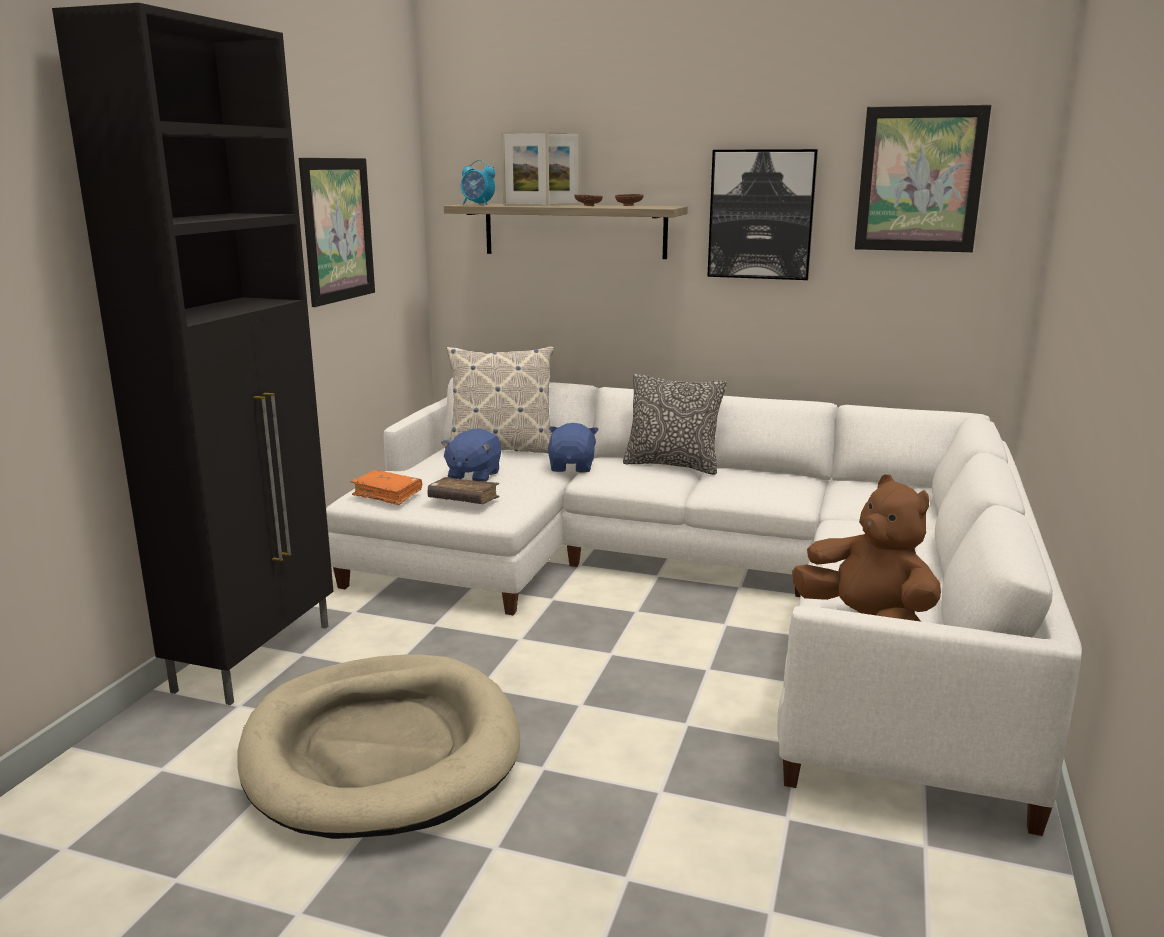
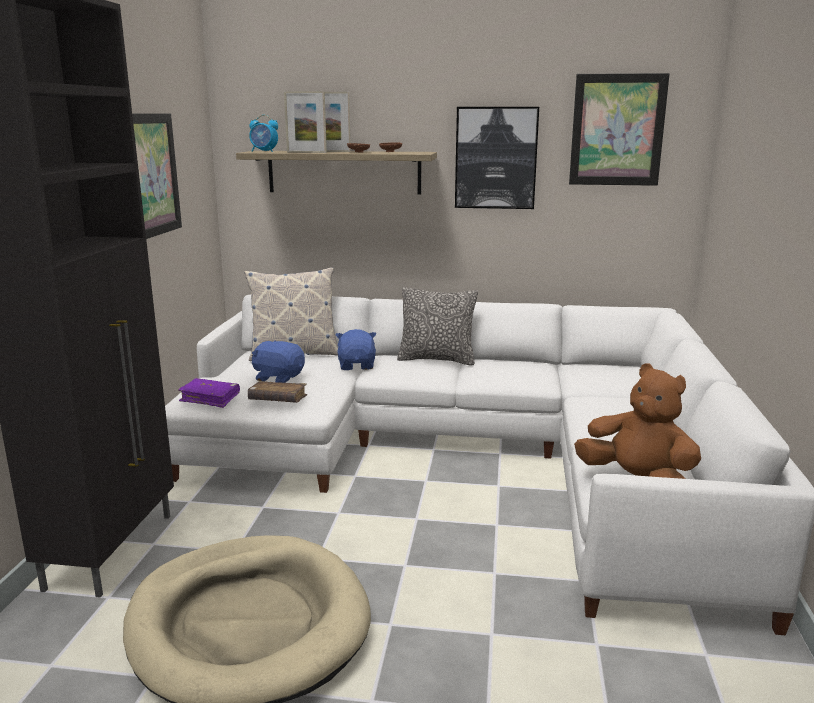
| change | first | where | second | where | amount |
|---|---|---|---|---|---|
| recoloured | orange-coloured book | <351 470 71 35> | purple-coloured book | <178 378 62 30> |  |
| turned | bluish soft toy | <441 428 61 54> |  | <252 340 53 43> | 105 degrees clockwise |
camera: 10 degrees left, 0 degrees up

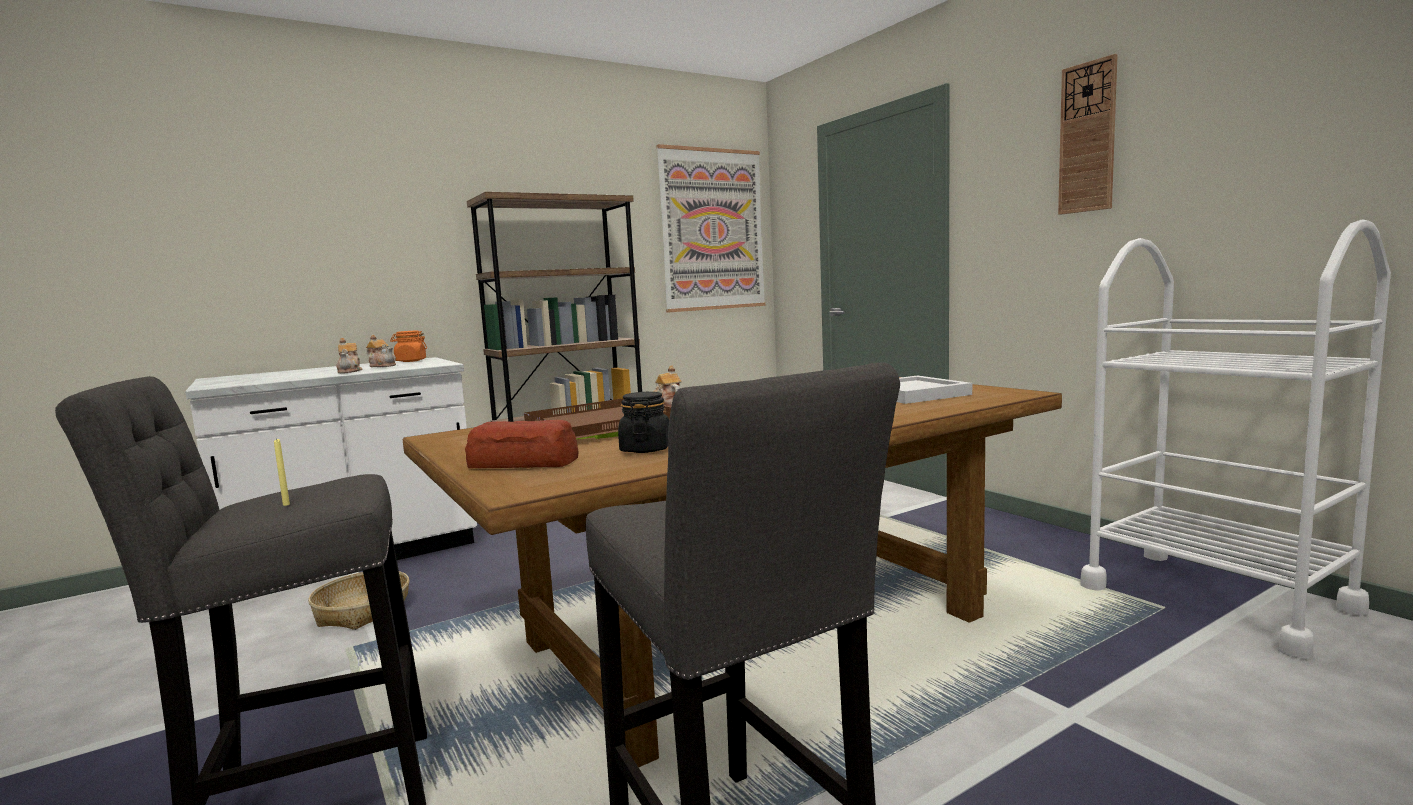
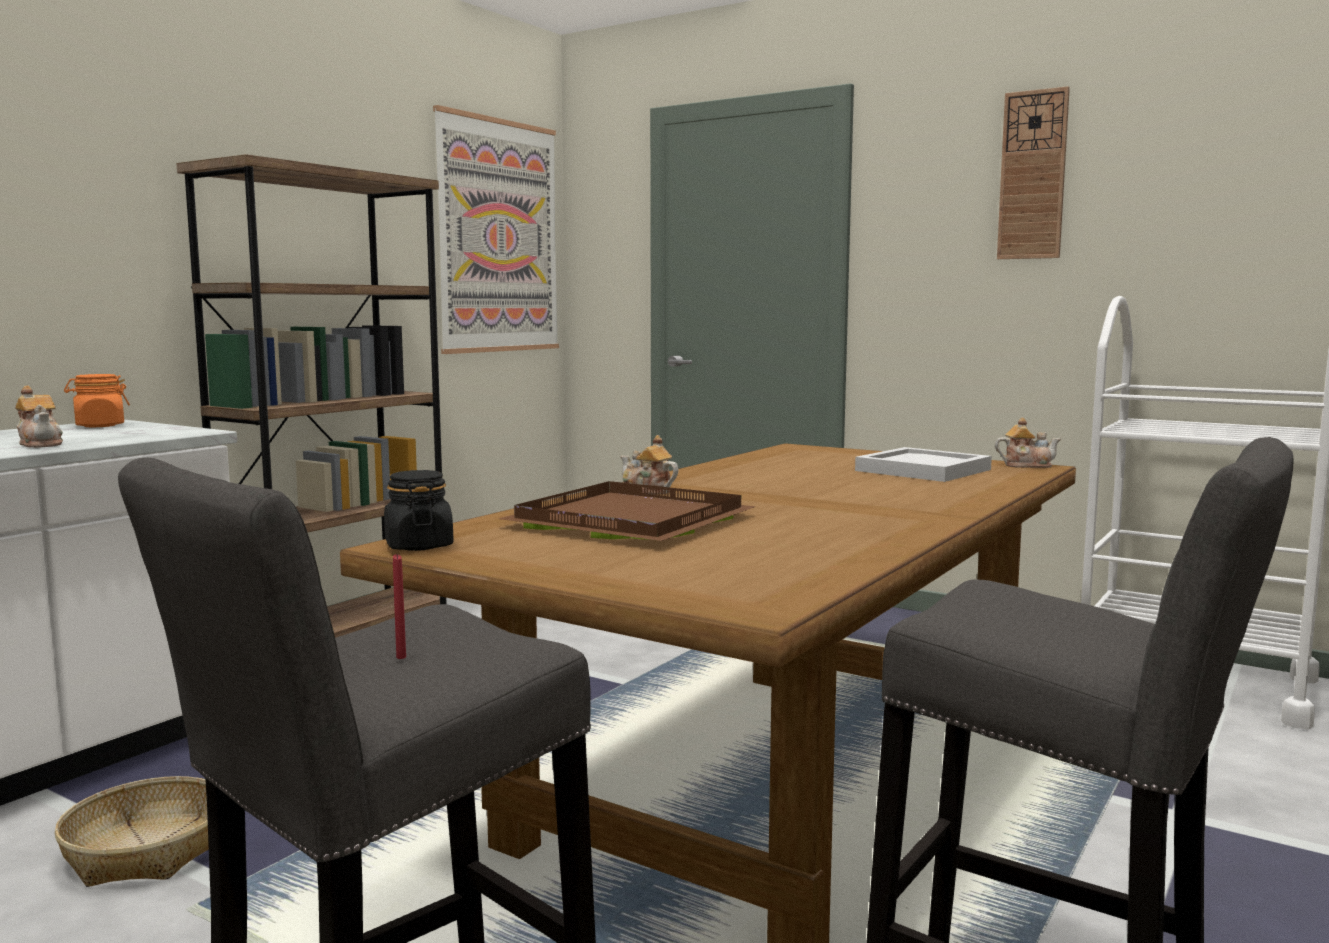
| change | first | where | second | where | amount |
|---|---|---|---|---|---|
| removed | bakery bread | <465 420 114 48> |  |  |  |
| moved | pot for tea | <366 335 30 32> |  | <995 418 66 50> |  |
| moved | blackish jar | <618 392 51 61> |  | <384 470 70 81> |  |
| recoloured | yellow wax candle | <274 438 16 68> | reddish wax candle | <393 554 13 105> |  |
camera: 25 degrees left, 0 degrees up

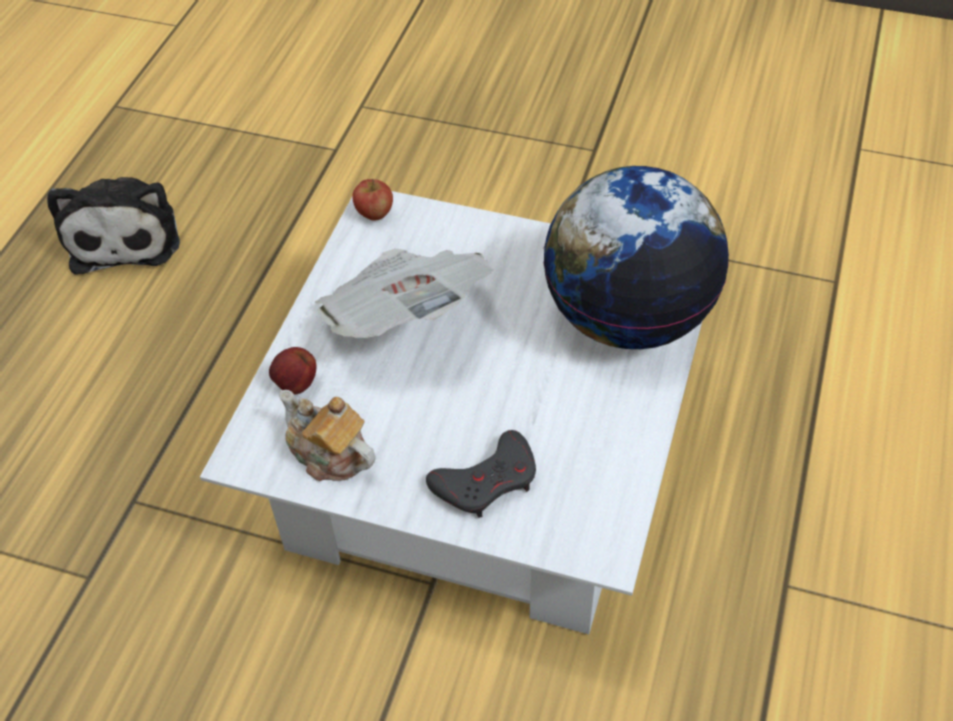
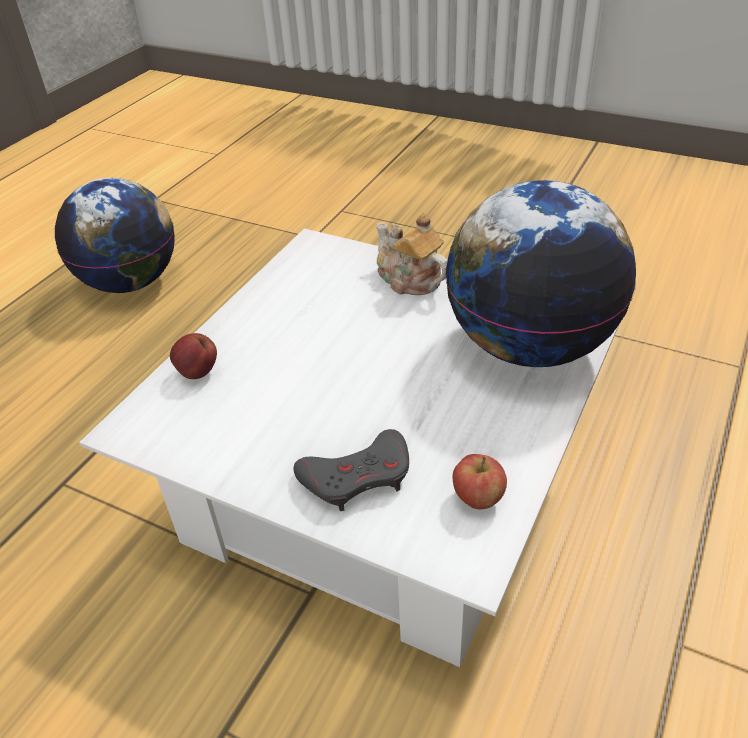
| change | first | where | second | where | amount |
|---|---|---|---|---|---|
| removed | daily paper | <315 248 179 90> |  |  |  |
| moved | pot for tea | <279 390 97 91> |  | <376 213 72 82> |  |
| moved | whole apple | <352 179 41 42> |  | <453 454 54 55> |  |
| replaced | soft toy | <47 177 133 97> | desk globe | <55 178 120 115> |  |
camera: 10 degrees right, 10 degrees down

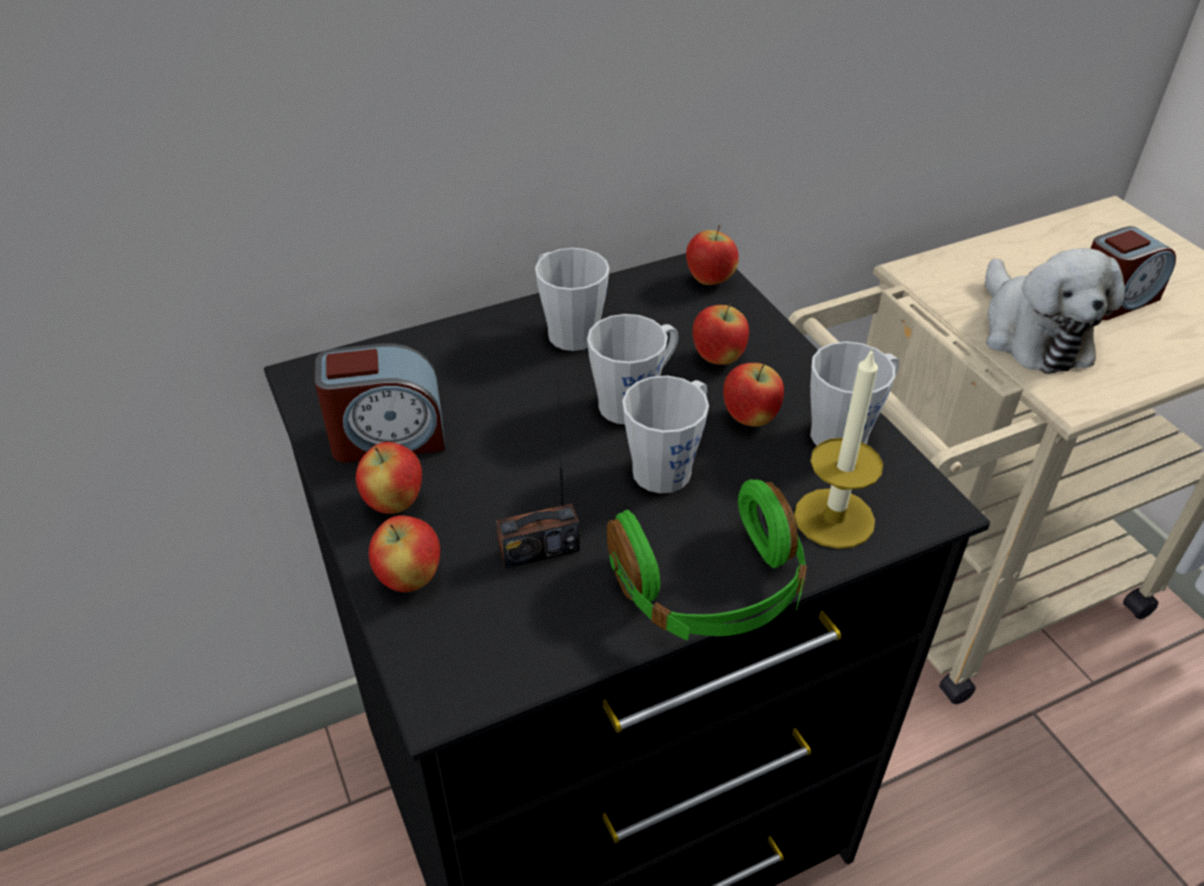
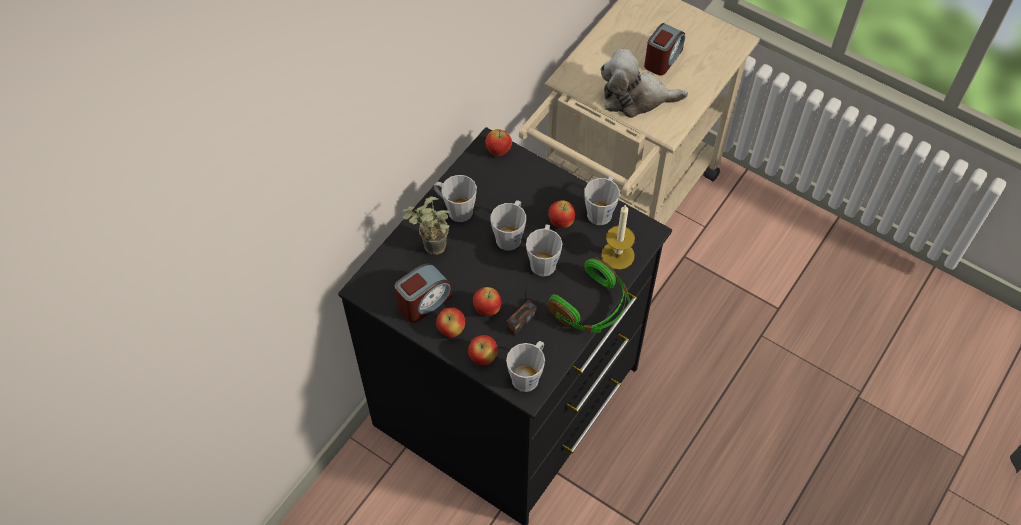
| change | first | where | second | where | amount |
|---|---|---|---|---|---|
| added |  |  | houseplant | <402 196 49 59> |  |
| added |  |  | greyish tea mug | <506 341 39 51> |  |
| moved | whole apple | <692 304 57 61> |  | <473 287 28 29> |  |
| turned | soft toy | <985 248 140 126> |  | <600 49 88 69> | 135 degrees clockwise |
camera: 30 degrees left, 15 degrees up

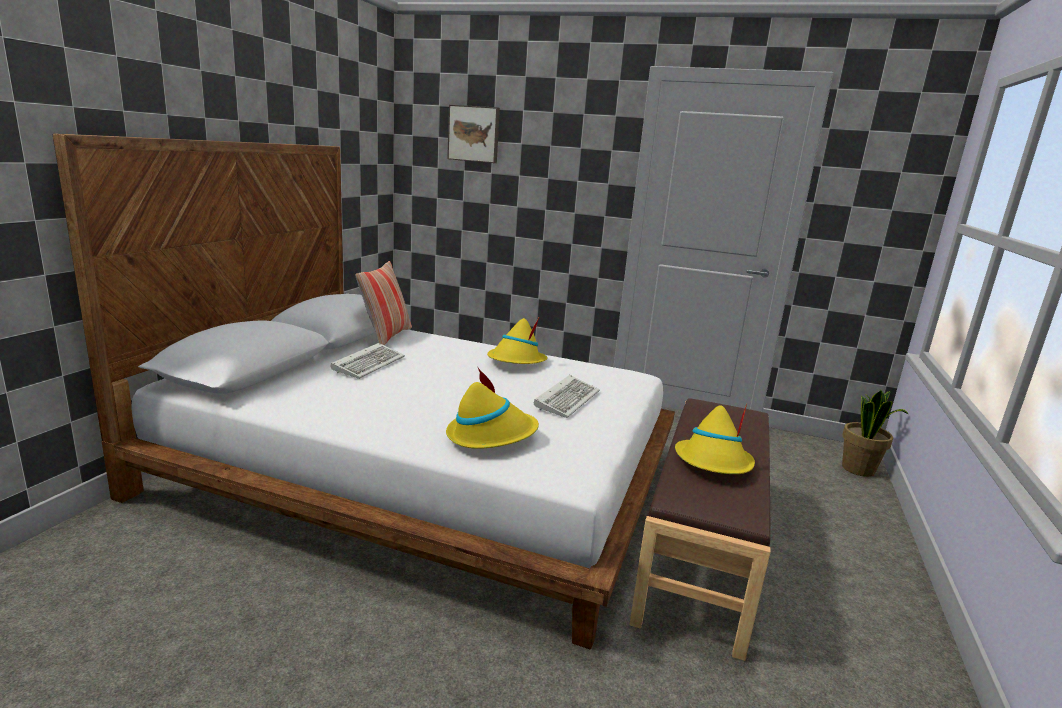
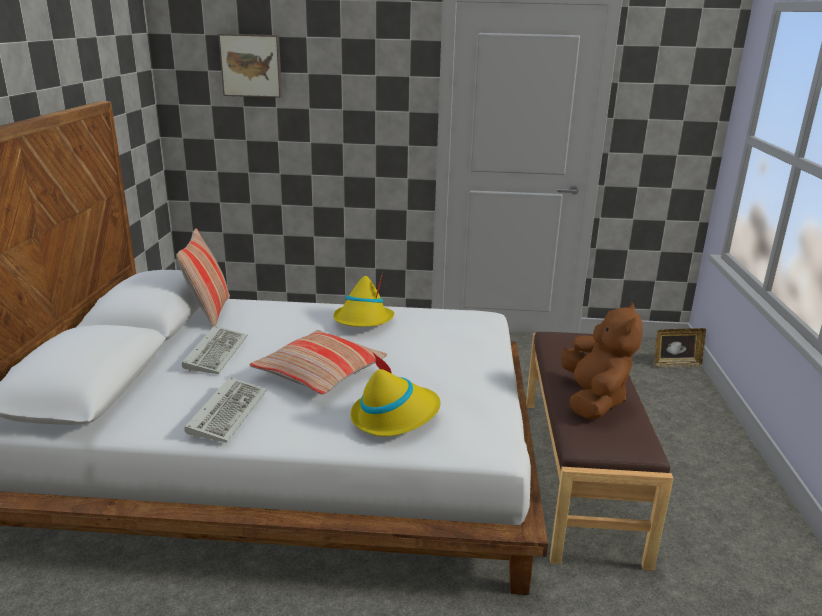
| change | first | where | second | where | amount |
|---|---|---|---|---|---|
| added |  |  | pillow | <250 330 138 65> |  |
| moved | keyboard | <534 375 66 43> |  | <184 377 83 66> |  |
| replaced | yellow clothing hat | <675 404 80 70> | brown-coloured soft toy | <561 303 82 117> |  |
| replaced | houseplant | <842 389 67 88> | standing frame | <655 328 51 39> |  |
camera: 15 degrees left, 5 degrees up

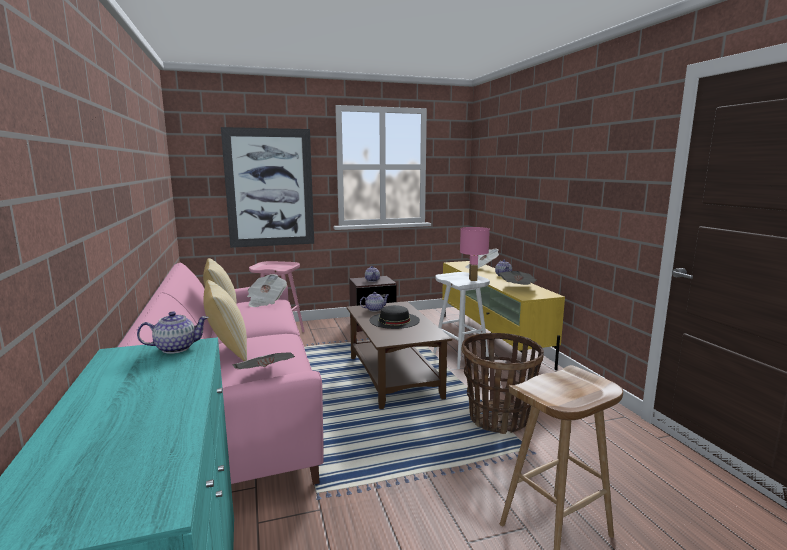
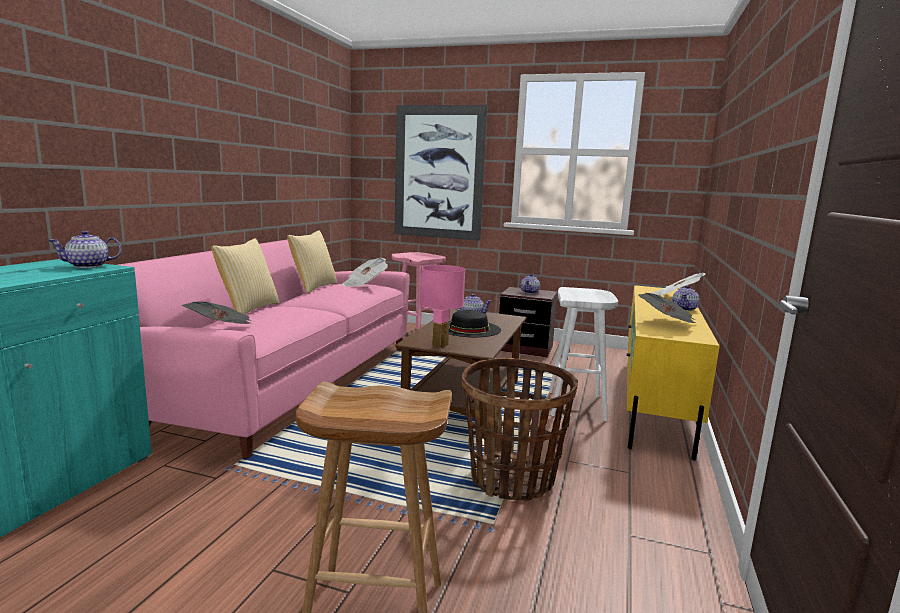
| change | first | where | second | where | amount |
|---|---|---|---|---|---|
| moved | pinkish lamp for a table | <460 227 30 54> |  | <420 265 45 83> |  |
| turned | pot for tea | <137 311 72 43> |  | <48 230 74 38> | 135 degrees clockwise |
camera: 35 degrees right, 0 degrees up

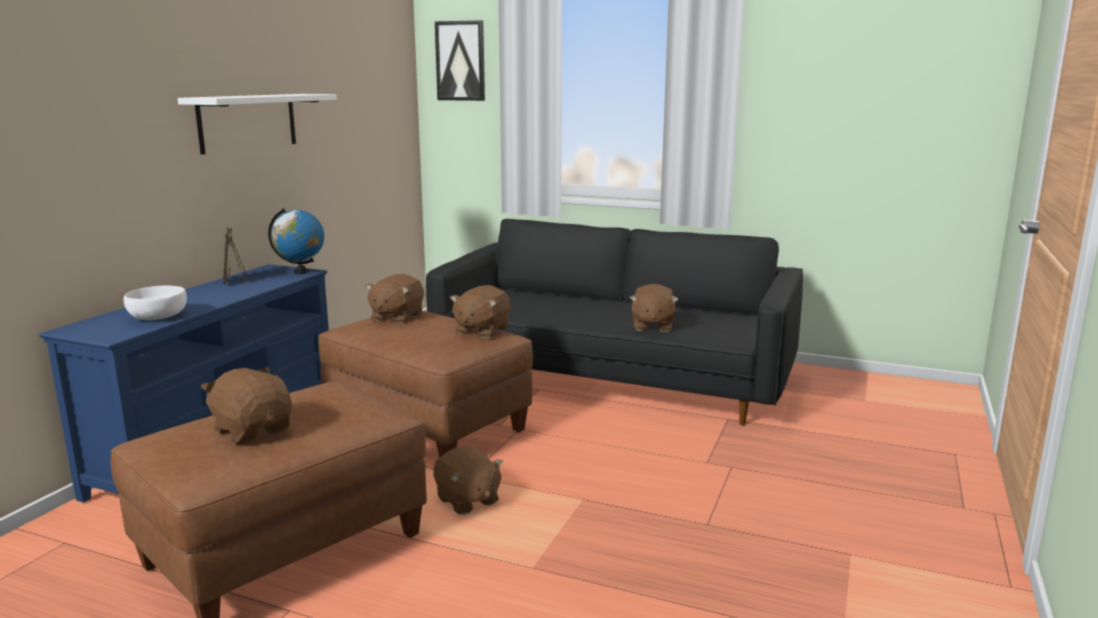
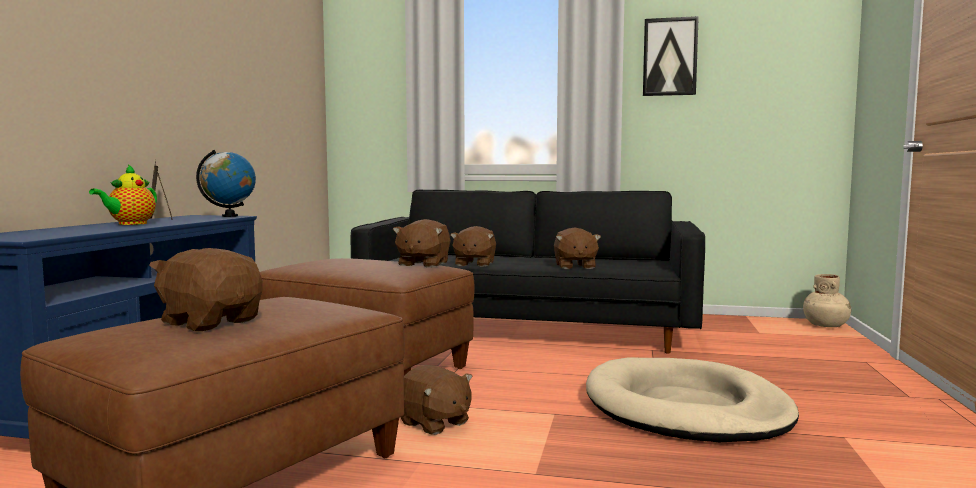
| change | first | where | second | where | amount |
|---|---|---|---|---|---|
| removed | whitish serving bowl | <124 286 63 34> |  |  |  |
| removed | whitish shelf | <178 94 159 61> |  |  |  |
| added |  |  | pot for tea | <89 164 68 61> |  |
| added |  |  | sand-coloured pet bed | <586 357 213 85> |  |
| added |  |  | sand-coloured flower vase | <803 274 48 53> |  |
| moved | brown-coloured soft toy | <365 274 59 50> |  | <450 226 46 41> |  |
| moved | wall picture | <435 20 50 81> |  | <643 16 56 80> |  |
camera: 10 degrees left, 10 degrees down

